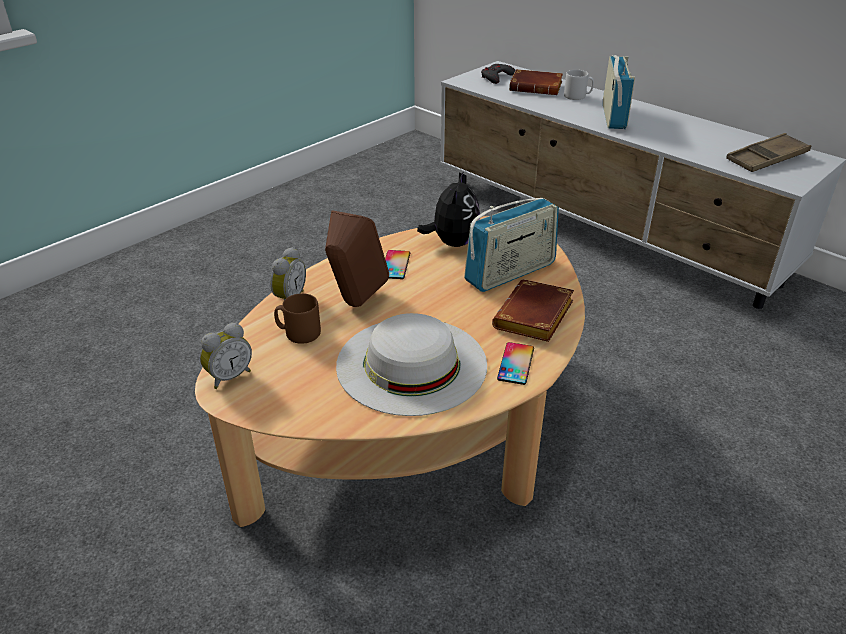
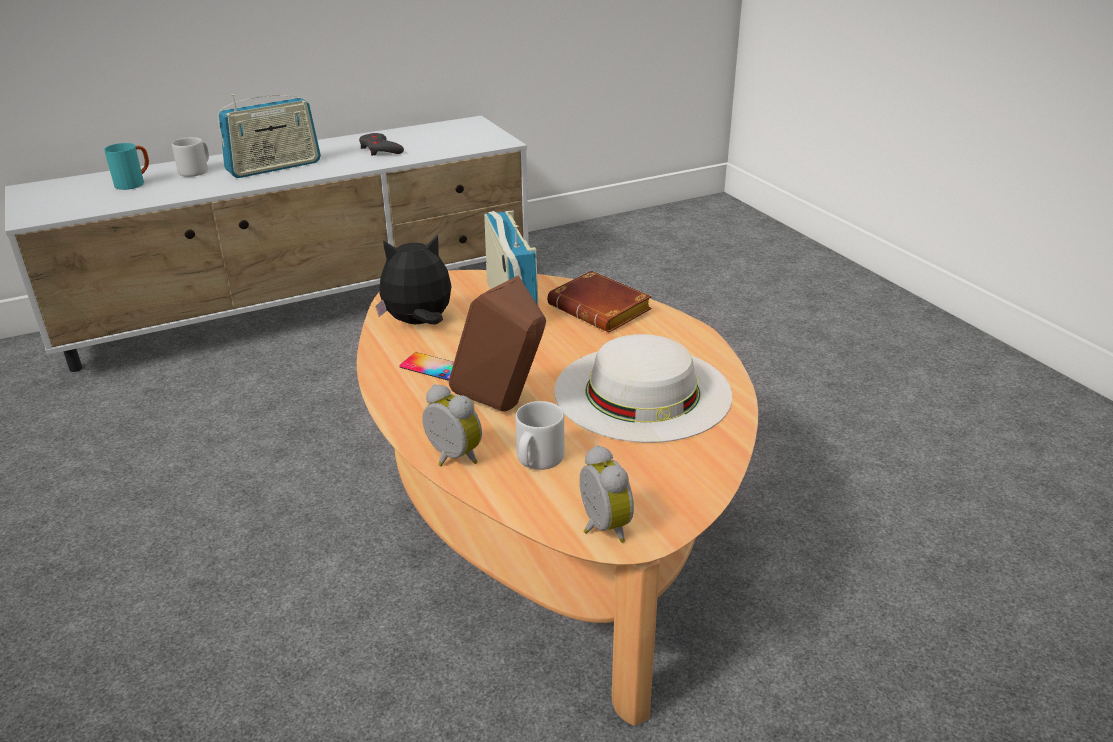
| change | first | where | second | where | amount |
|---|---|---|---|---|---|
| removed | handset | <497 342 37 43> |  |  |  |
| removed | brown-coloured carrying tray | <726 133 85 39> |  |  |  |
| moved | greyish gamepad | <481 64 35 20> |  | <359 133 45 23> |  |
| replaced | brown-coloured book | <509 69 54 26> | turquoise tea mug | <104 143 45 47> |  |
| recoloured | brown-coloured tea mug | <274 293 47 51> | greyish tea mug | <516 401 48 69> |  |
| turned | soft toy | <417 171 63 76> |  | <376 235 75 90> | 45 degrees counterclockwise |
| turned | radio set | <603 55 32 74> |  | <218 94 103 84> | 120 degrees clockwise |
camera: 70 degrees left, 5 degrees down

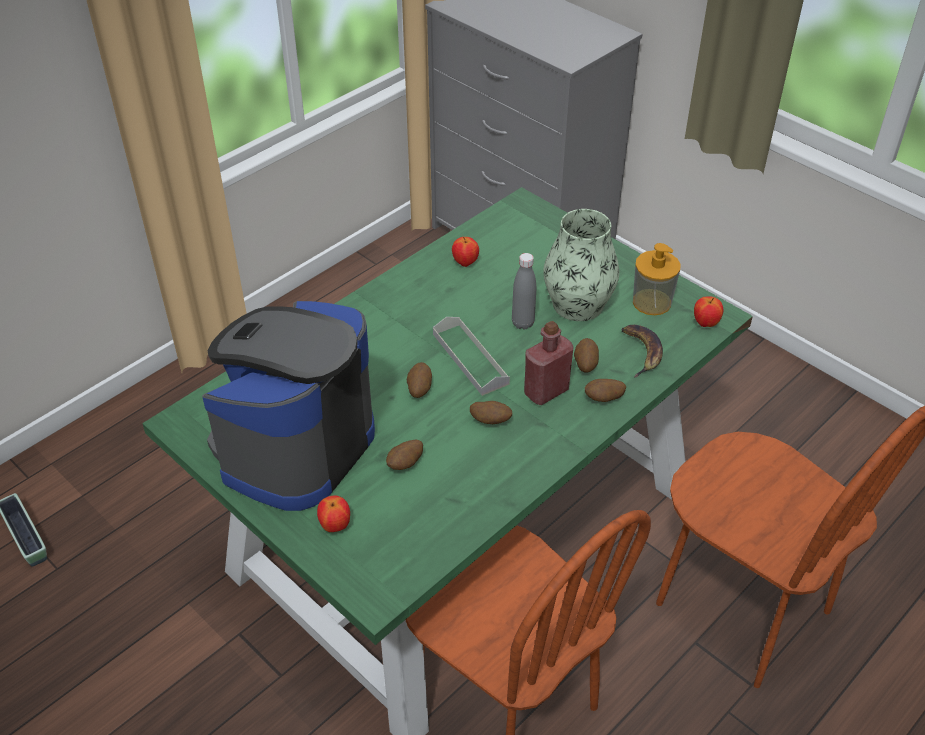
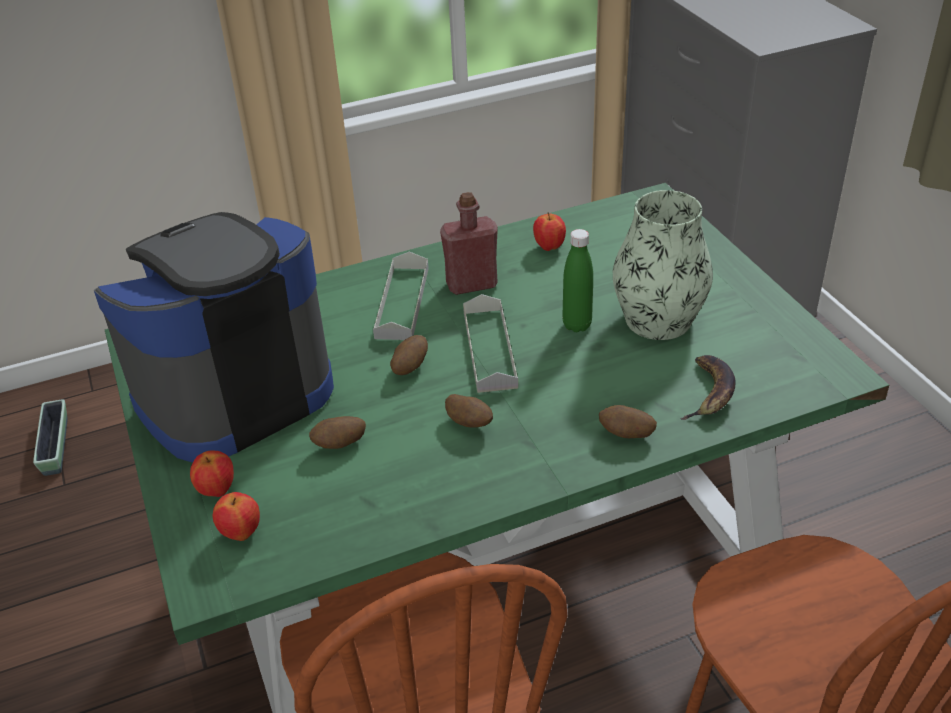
| change | first | where | second | where | amount |
|---|---|---|---|---|---|
| removed | whole potato | <574 338 25 34> |  |  |  |
| removed | soap dispenser | <633 243 48 72> |  |  |  |
| added |  |  | greyish carrying tray | <373 251 56 89> |  |
| moved | reddish drink bottle | <524 321 50 84> |  | <440 192 58 103> |  |
| moved | whole apple | <694 297 30 30> |  | <213 492 47 49> |  |
| recoloured | greyish drink bottle | <512 253 24 77> | greenish drink bottle | <562 229 31 103> |  |
camera: 25 degrees right, 5 degrees down

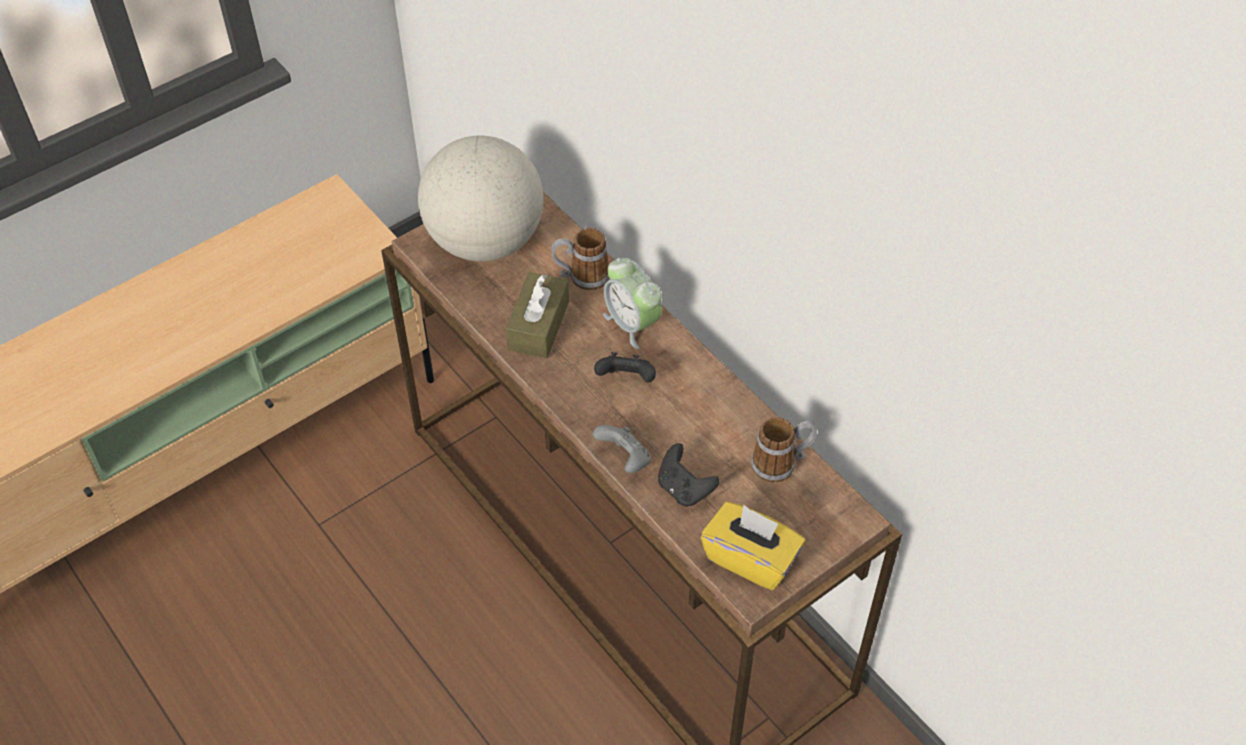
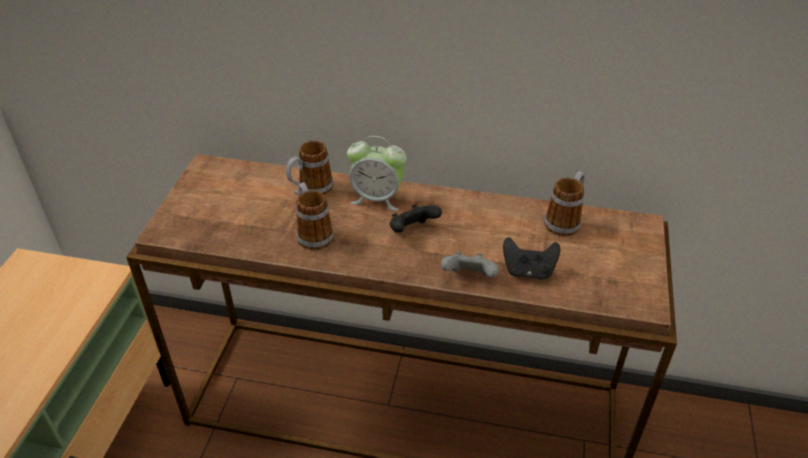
| change | first | where | second | where | amount |
|---|---|---|---|---|---|
| removed | desk globe | <418 135 126 126> |  |  |  |
| removed | yellow box of tissues | <701 502 104 88> |  |  |  |
| replaced | brown-coloured box of tissues | <506 272 63 86> | tea mug | <296 182 38 68> |  |
camera: 40 degrees left, 10 degrees down

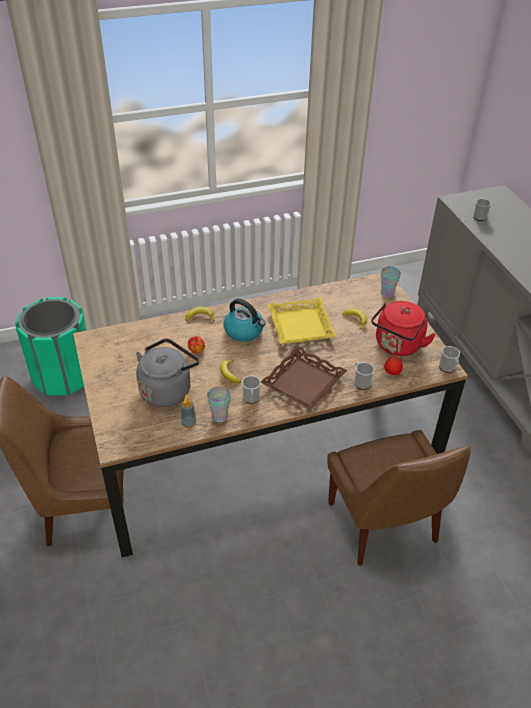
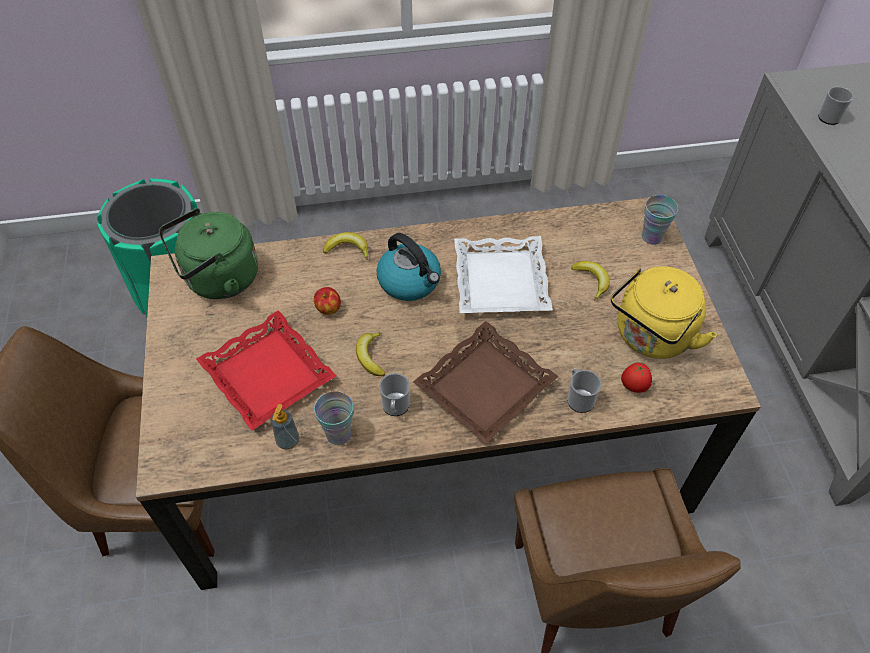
| change | first | where | second | where | amount |
|---|---|---|---|---|---|
| removed | tea mug | <439 346 21 27> |  |  |  |
| added |  |  | greenish tea kettle | <159 208 99 91> |  |
| replaced | greyish tea kettle | <136 338 63 69> | reddish carrying tray | <196 310 140 121> |  |
| recoloured | yellow carrying tray | <268 298 68 46> | whitish carrying tray | <454 236 99 77> |  |
| recoloured | reddish tea kettle | <371 301 65 55> | yellow tea kettle | <611 266 106 93> |  |
camera: 10 degrees right, 10 degrees up

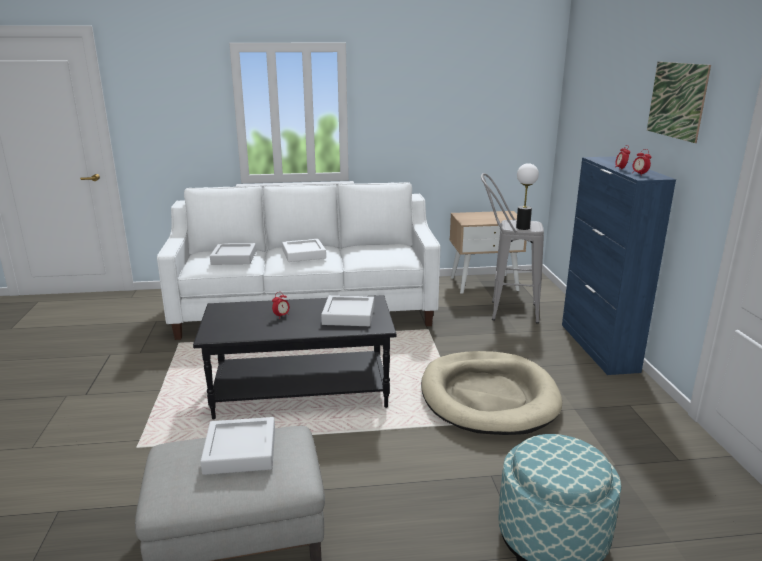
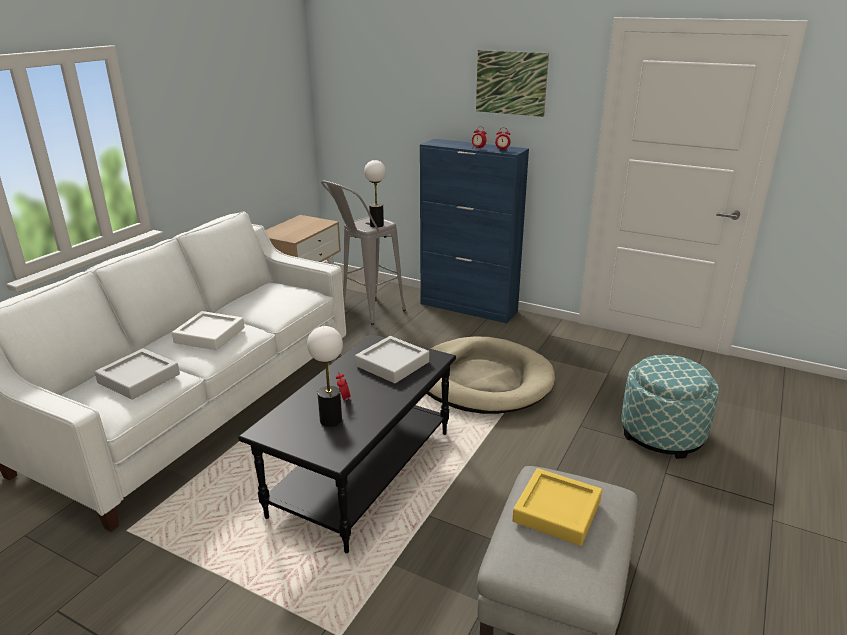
| change | first | where | second | where | amount |
|---|---|---|---|---|---|
| added |  |  | lamp for a table | <307 326 36 101> |  |
| recoloured | greyish carrying tray | <200 417 75 58> | yellow carrying tray | <512 468 90 78> |  |
camera: 55 degrees left, 5 degrees up

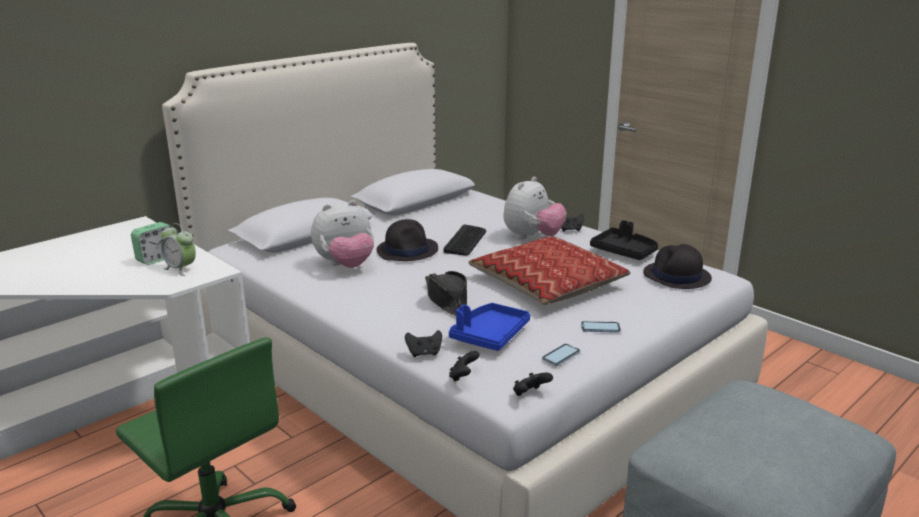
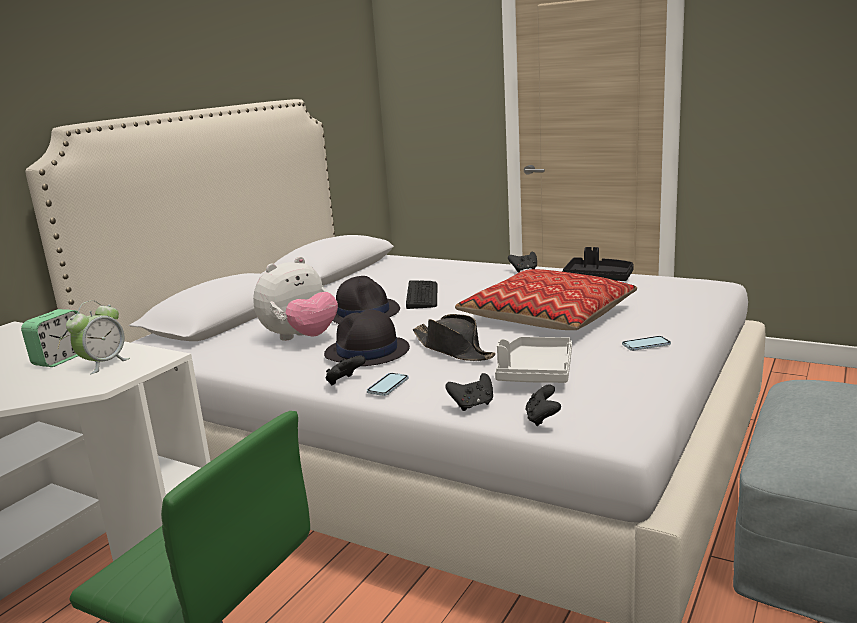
| change | first | where | second | where | amount |
|---|---|---|---|---|---|
| removed | soft toy | <503 177 64 62> |  |  |  |
| moved | blackish gamepad | <513 373 40 23> |  | <326 355 40 30> |  |
| moved | handset | <542 344 38 22> |  | <367 373 42 23> |  |
| moved | blackish clothing hat | <643 244 69 45> |  | <324 310 86 56> |  |
| recoloured | bluish carrying tray | <449 303 81 48> | greyish carrying tray | <495 337 77 46> |  |
| turned | bedside clock | <161 223 35 53> |  | <66 300 64 74> | 75 degrees counterclockwise |
camera: 15 degrees left, 5 degrees down

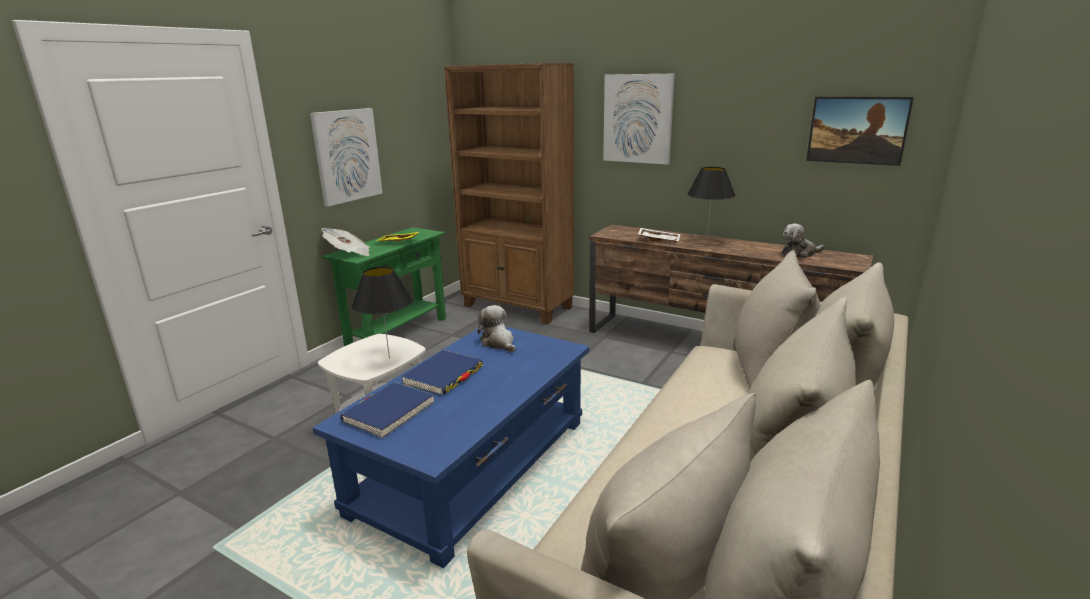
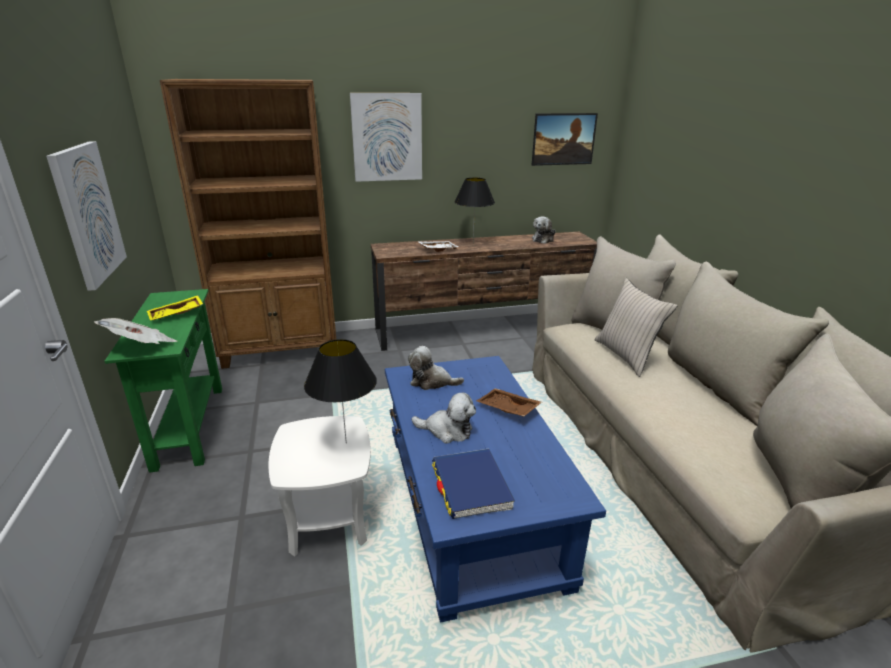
| change | first | where | second | where | amount |
|---|---|---|---|---|---|
| added |  |  | brown-coloured carrying tray | <476 389 66 27> |  |
| added |  |  | sand-coloured pillow | <595 278 82 99> |  |
| replaced | bluish book | <402 350 81 45> | soft toy | <412 392 64 52> |  |
camera: 45 degrees left, 5 degrees up

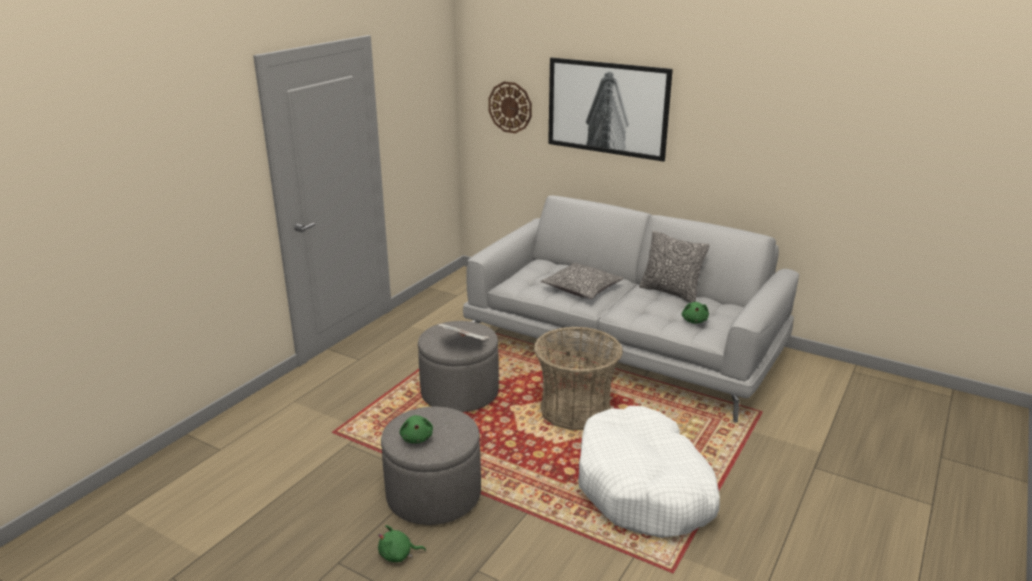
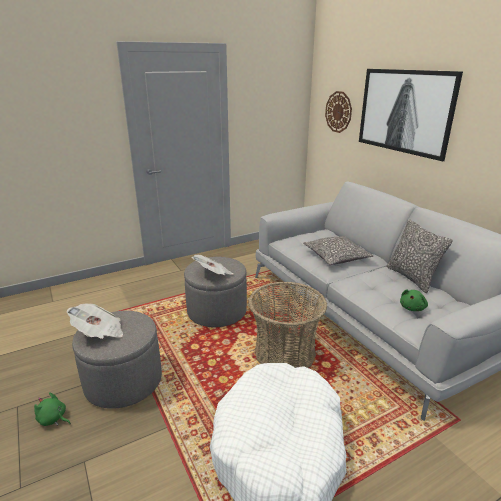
| change | first | where | second | where | amount |
|---|---|---|---|---|---|
| replaced | greenish soft toy | <399 415 34 28> | daily paper | <67 303 56 36> |  |
camera: 30 degrees right, 0 degrees up

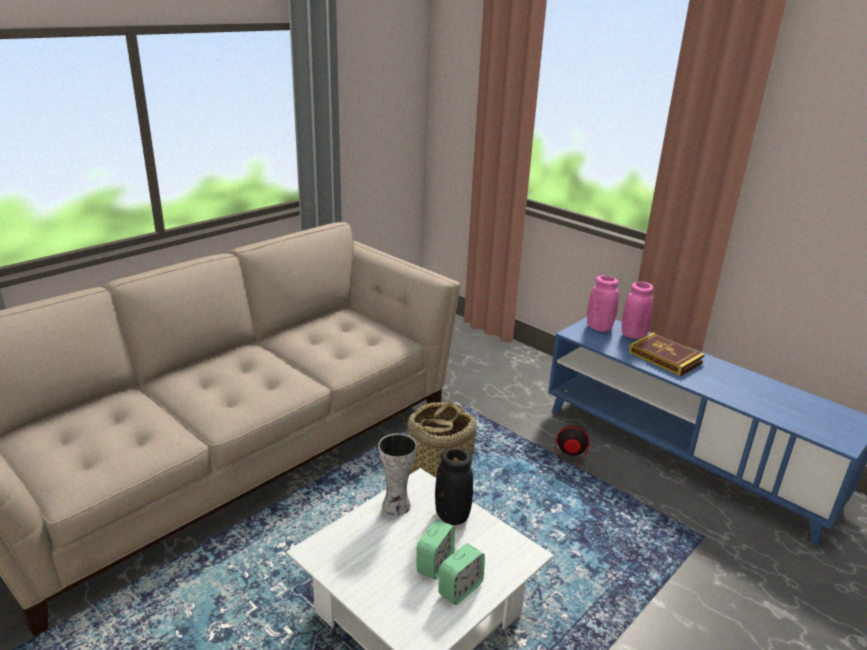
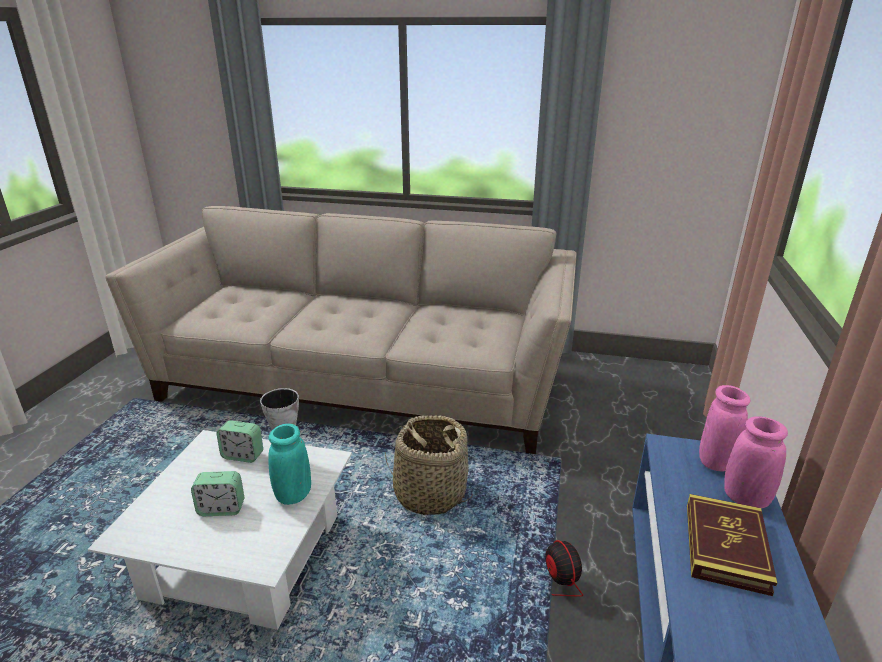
| change | first | where | second | where | amount |
|---|---|---|---|---|---|
| moved | bedside clock | <439 544 46 61> |  | <216 420 47 43> |  |
| recoloured | blackish flower vase | <435 448 38 77> | turquoise flower vase | <268 424 43 81> |  |
camera: 60 degrees right, 0 degrees up

